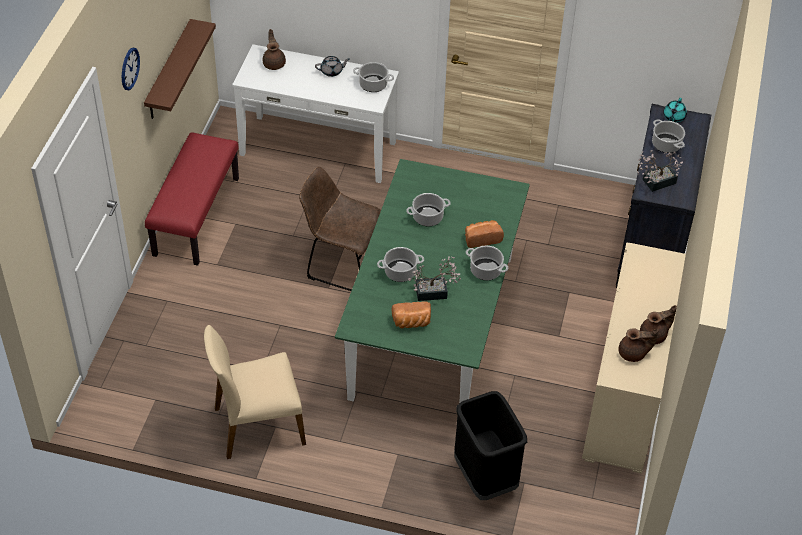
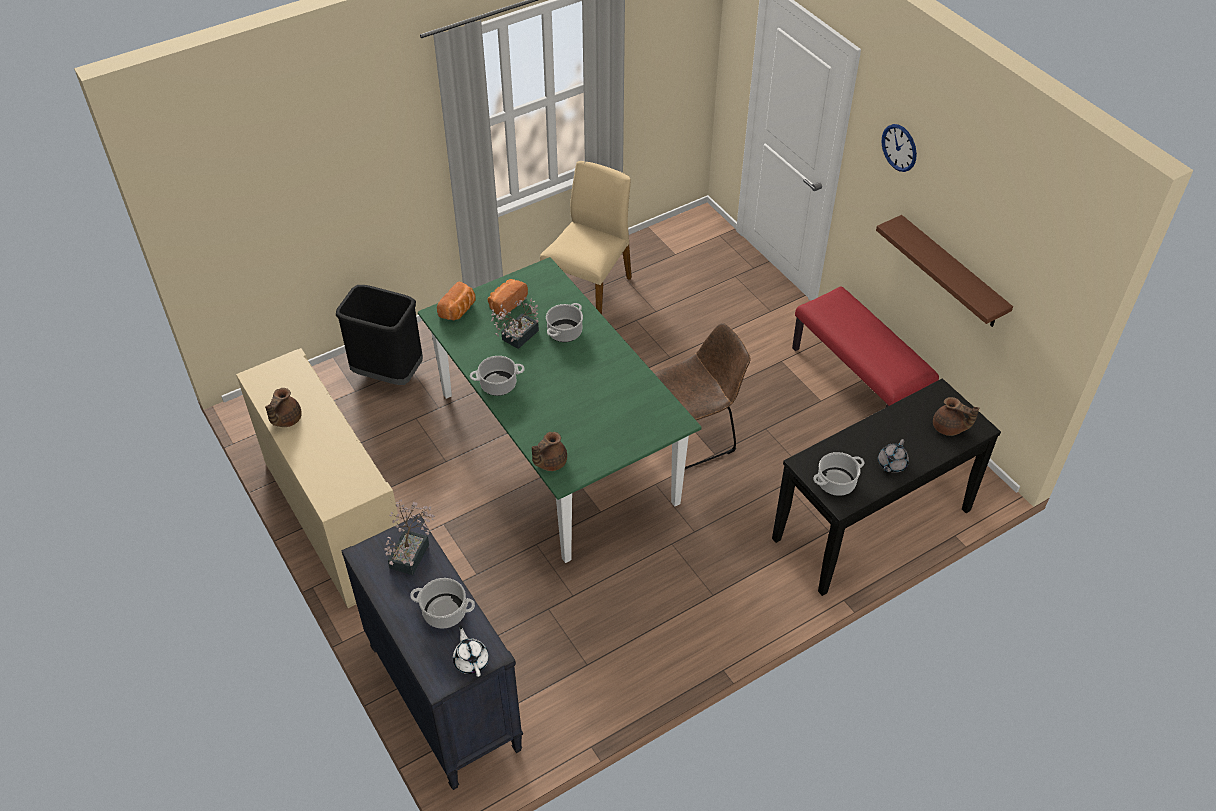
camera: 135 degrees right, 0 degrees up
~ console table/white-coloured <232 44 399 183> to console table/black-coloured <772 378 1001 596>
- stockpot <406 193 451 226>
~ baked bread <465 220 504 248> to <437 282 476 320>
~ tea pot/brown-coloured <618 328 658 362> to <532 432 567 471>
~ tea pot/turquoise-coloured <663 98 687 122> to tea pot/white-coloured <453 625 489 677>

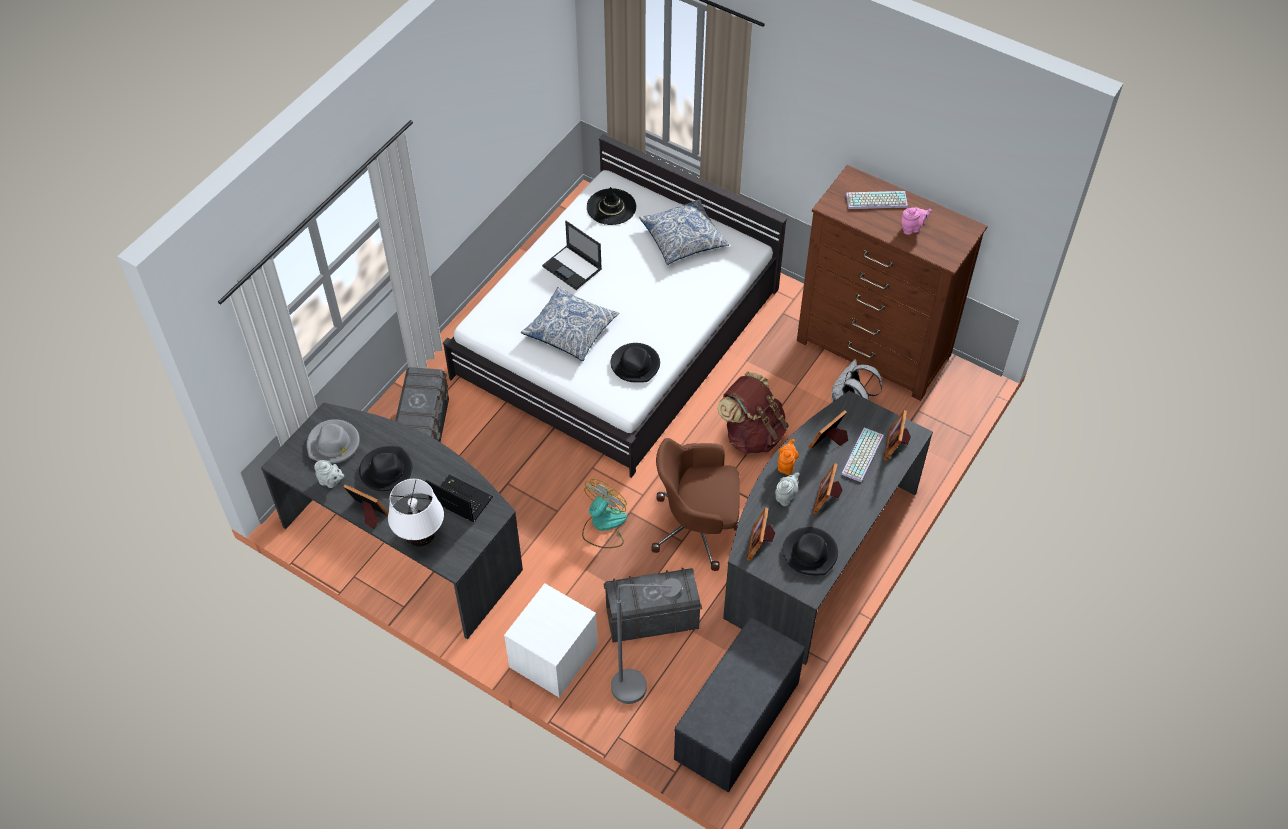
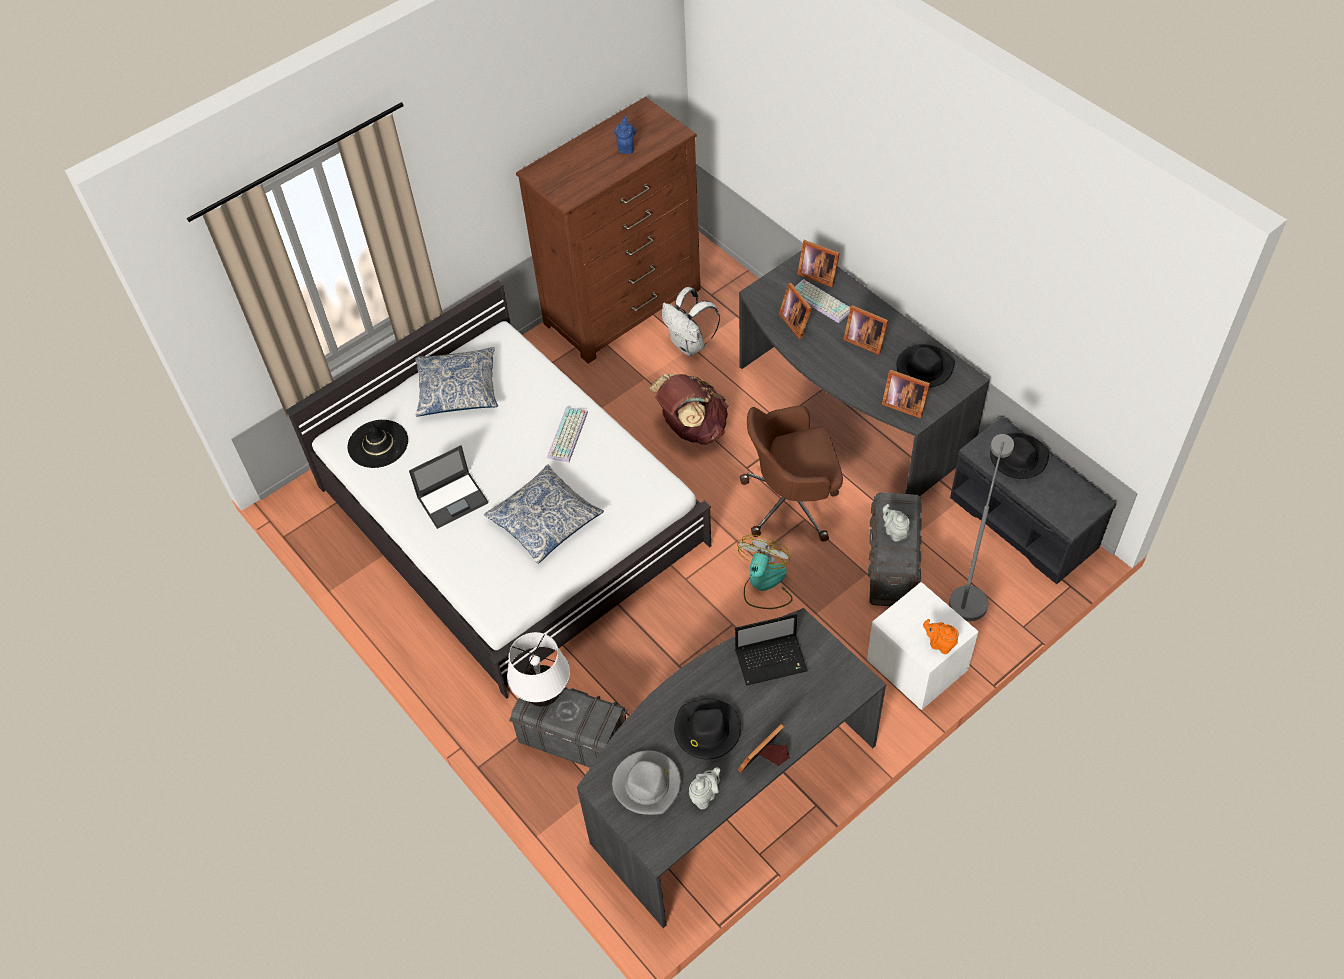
camera: 70 degrees left, 0 degrees up
~ tabletop lamp/white-coloured <388 479 444 547> to <507 632 570 707>
~ portable computer <425 474 493 522> = <735 614 808 686> 150 degrees counterclockwise
~ cooling fan <582 479 627 548> = <737 535 793 609> 60 degrees clockwise
~ clothing hat/black-coloured <610 343 660 383> to <990 433 1049 479>
~ office chair/brown-coloured <652 438 740 571> = <740 406 843 542> 60 degrees clockwise
~ tea pot/grey <775 473 800 506> to <883 504 910 542>
~ tea pot/orange-coloured <778 439 799 475> to <923 619 959 654>
~ keyboard <846 191 908 209> to <547 407 588 462>
~ tea pot/pink-coloured <901 207 932 235> to tea pot/blue-coloured <614 116 636 154>

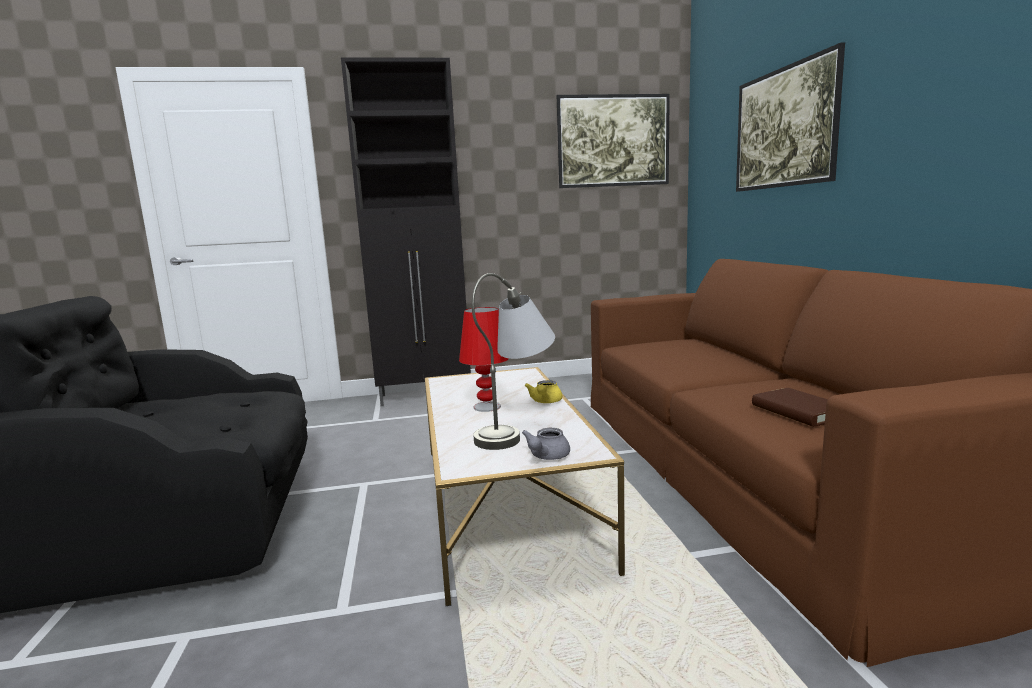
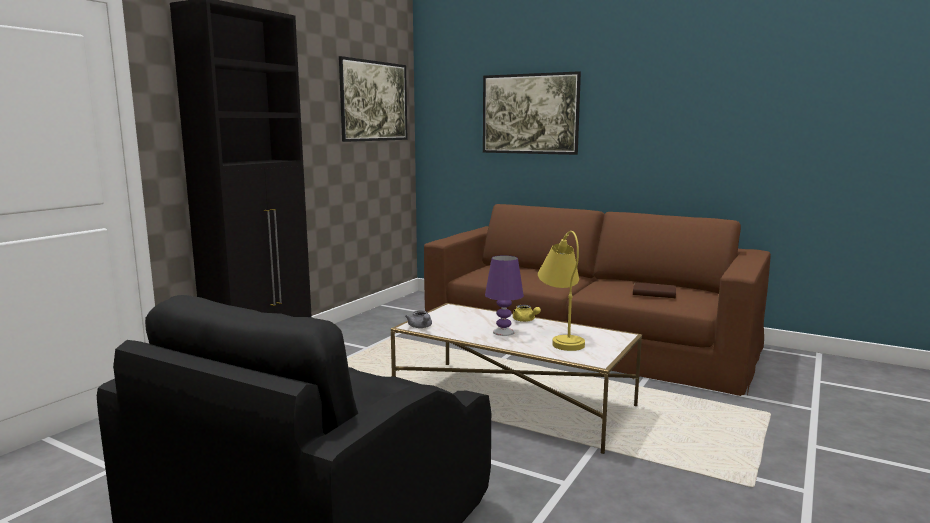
camera: 50 degrees left, 0 degrees up
~ tabletop lamp/red <459 307 509 412> to tabletop lamp/purple <485 255 524 336>
~ tabletop lamp/grey <472 273 555 450> to tabletop lamp/yellow <538 231 585 351>
~ tea pot/grey <522 428 570 460> to <405 311 432 328>

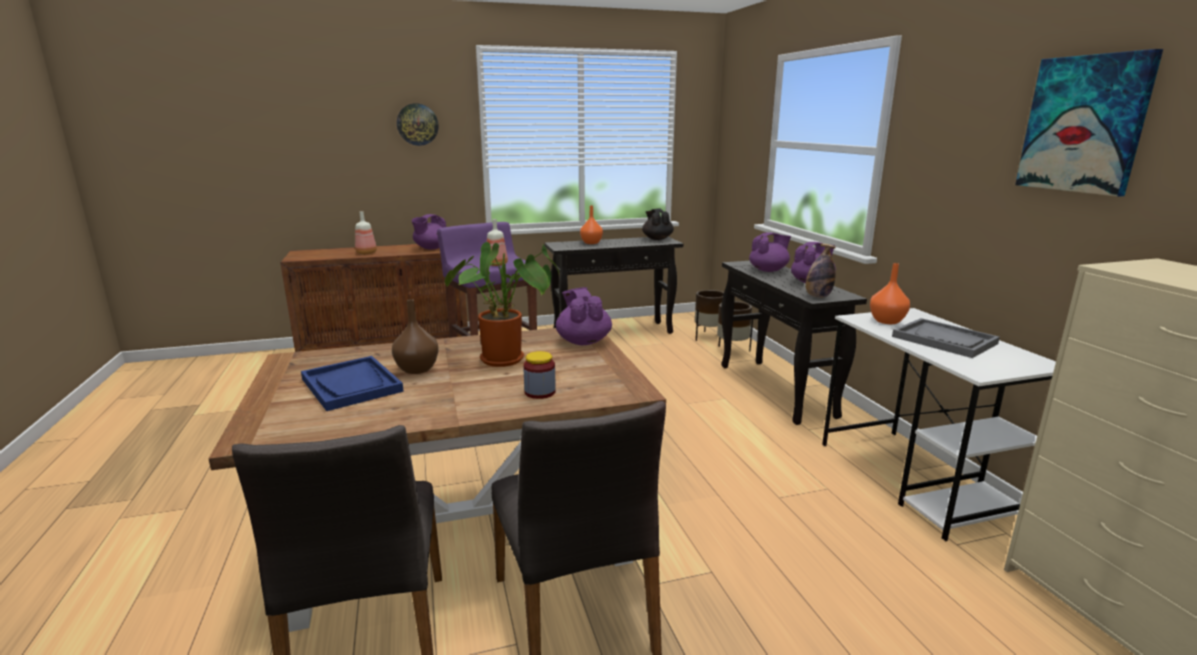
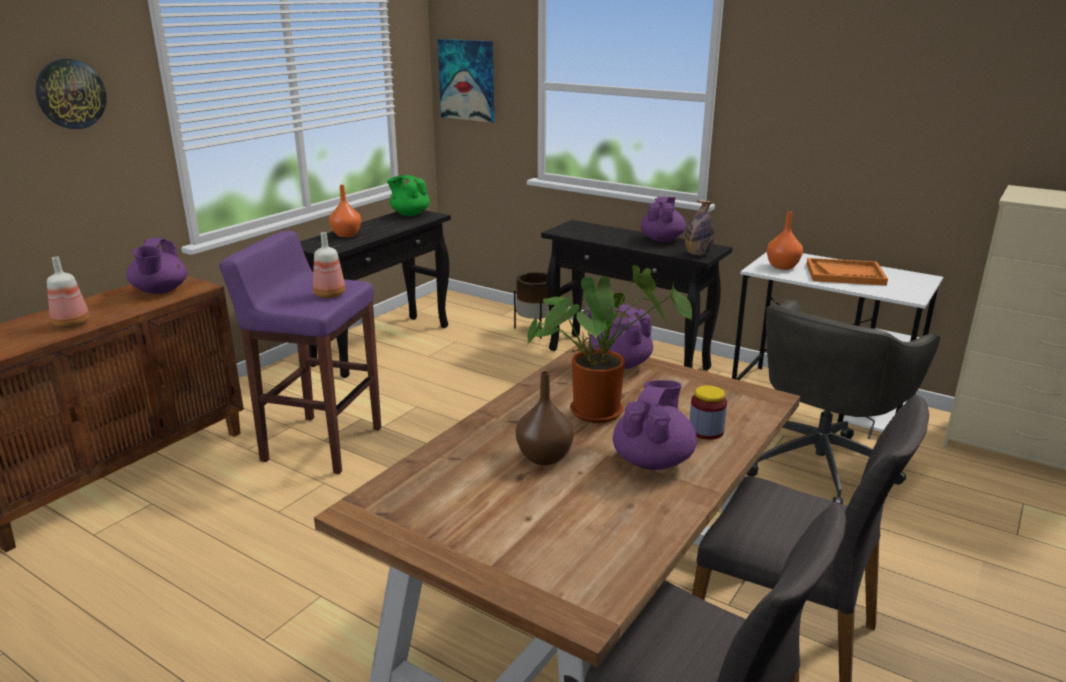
camera: 40 degrees left, 5 degrees up
- serving tray/blue-coloured <301 356 404 411>
~ tea pot/black-coloured <642 209 674 240> to tea pot/green <387 175 430 216>
- flower pot/brown-coloured <695 290 724 341>
~ tea pot/purple <749 232 791 272> to <613 380 697 470>
~ serving tray/grey <892 318 1000 358> to serving tray/orange-coloured <807 258 888 286>
~ wall picture <1015 49 1163 197> to <438 39 494 123>
+ office chair/grey <747 300 940 505>

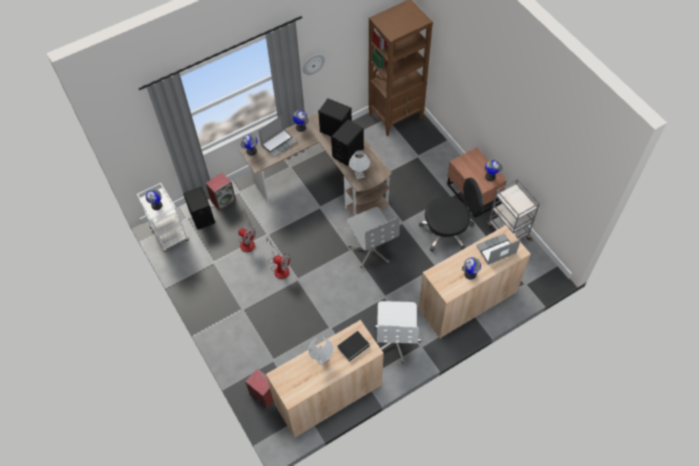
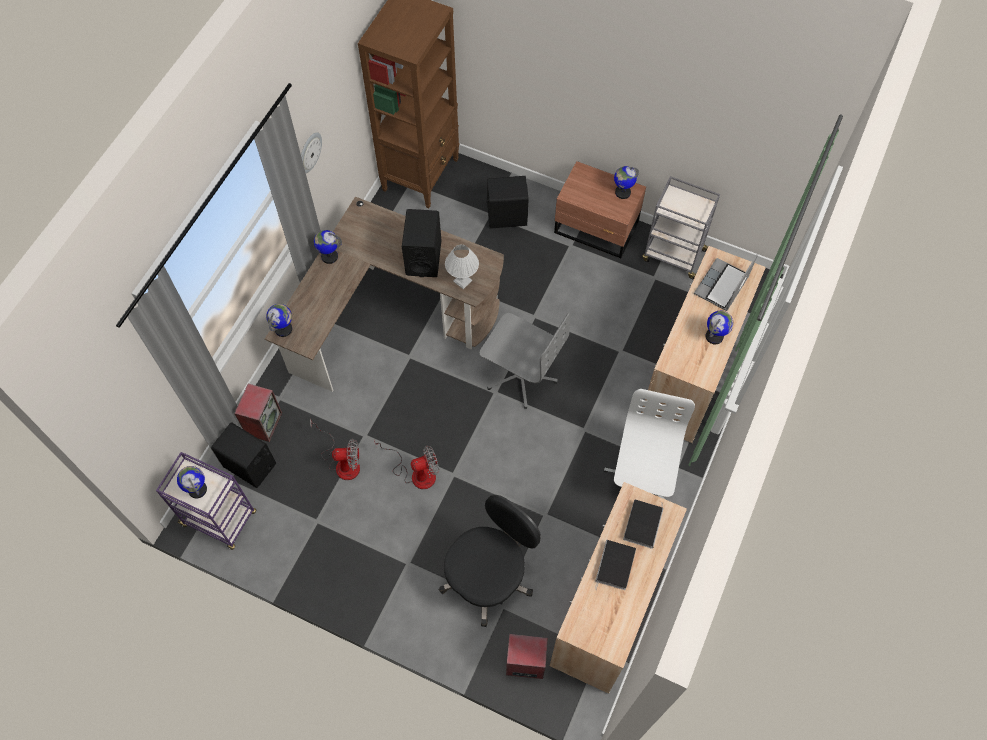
camera: 35 degrees left, 5 degrees up
~ wheeled cart/white-coloured <137 183 189 252> to wheeled cart/purple <156 452 256 550>
- portable computer <258 115 297 158>
~ tabletop lamp/white-coloured <308 337 333 365> to book <595 540 636 591>
~ loudspeaker/black-coloured <318 99 352 136> to <486 176 529 229>
~ office chair/white-coloured <375 301 421 363> = <603 389 695 500> 135 degrees counterclockwise
~ office chair/black-coloured <419 178 484 252> to <439 495 541 627>

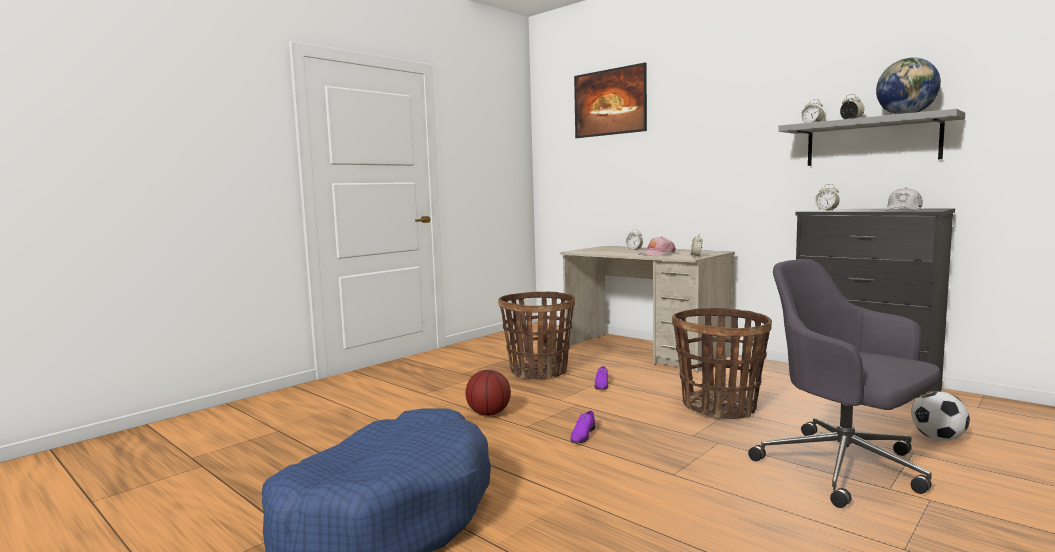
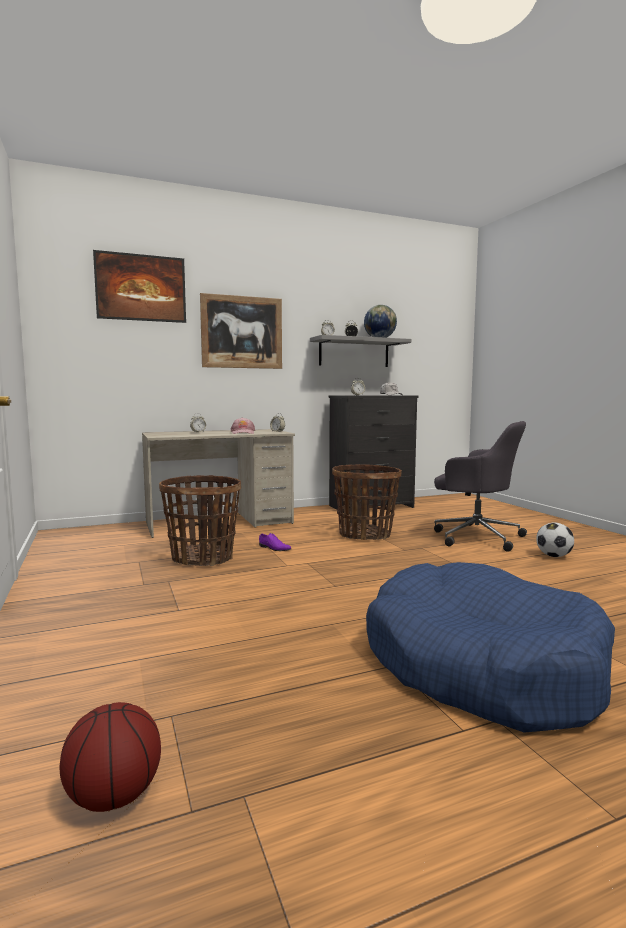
camera: 65 degrees left, 0 degrees up
~ basketball ball <466 370 511 416> to <60 702 161 812>
- low shoe/purple <571 411 595 443>
~ office chair/grey <748 259 941 508> = <434 421 527 552> 135 degrees counterclockwise
~ football ball <911 391 970 441> to <536 522 574 557>
+ wall picture <200 293 282 369>

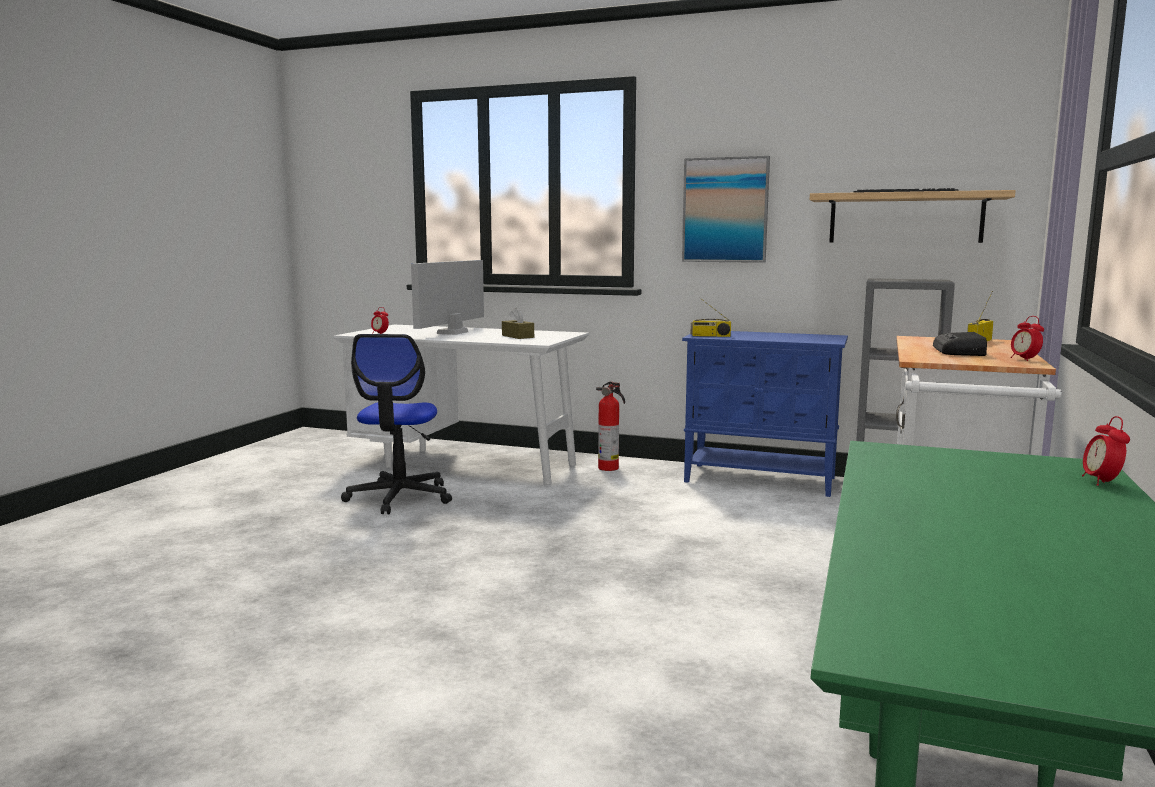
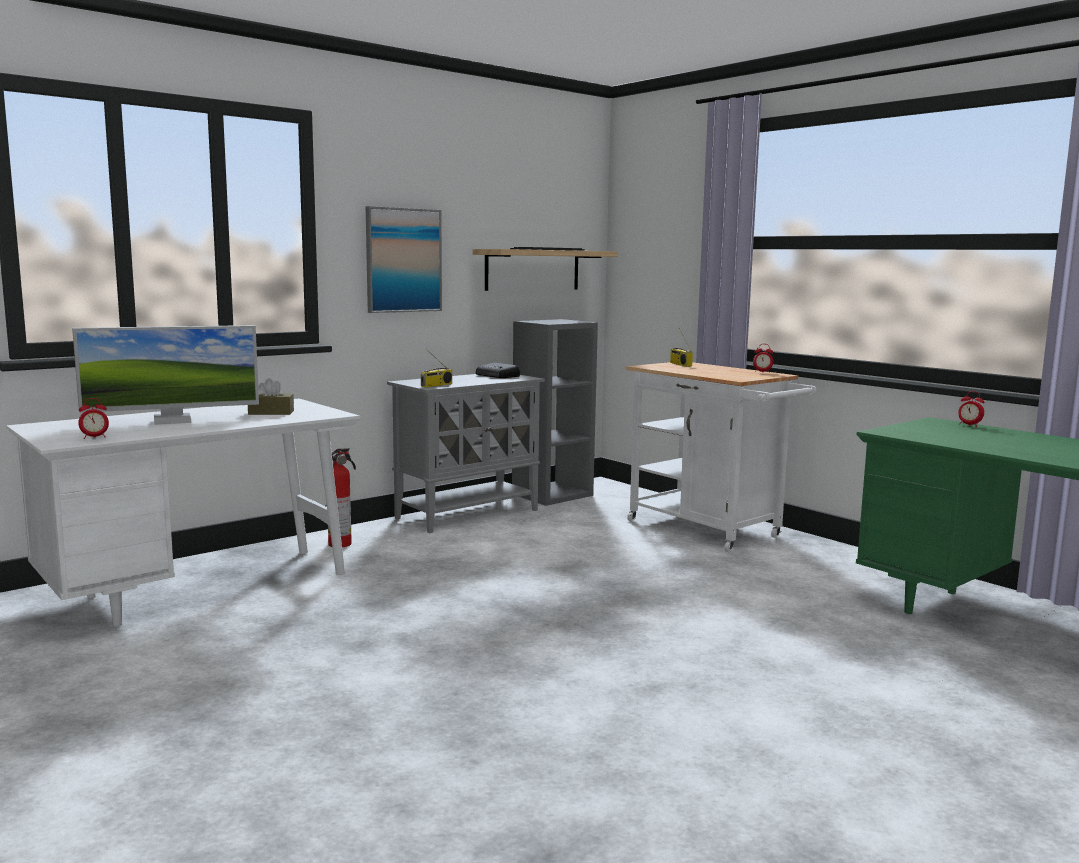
camera: 60 degrees left, 0 degrees up
- office chair <341 334 452 514>
~ computer screen <411 260 484 335> = <72 325 259 425> 75 degrees counterclockwise
~ storage cabinet/blue-coloured <682 331 848 497> to storage cabinet/grey <387 374 545 533>
~ radio set <933 332 987 356> to <476 363 520 378>

